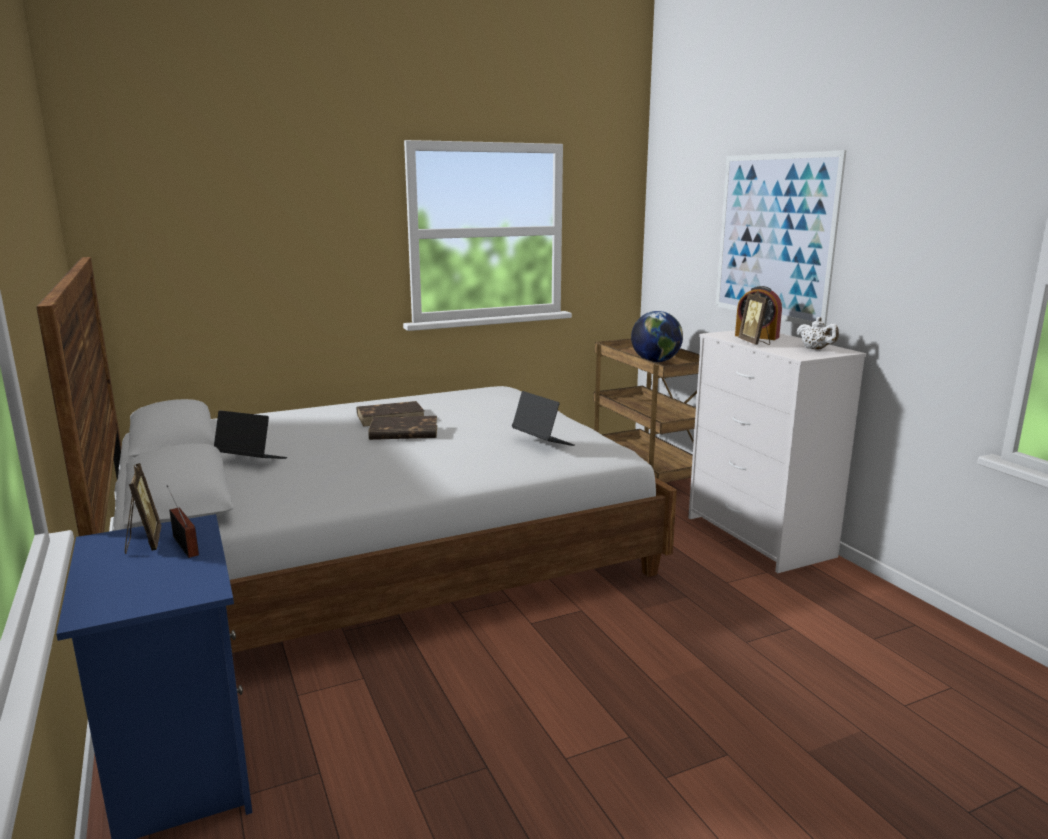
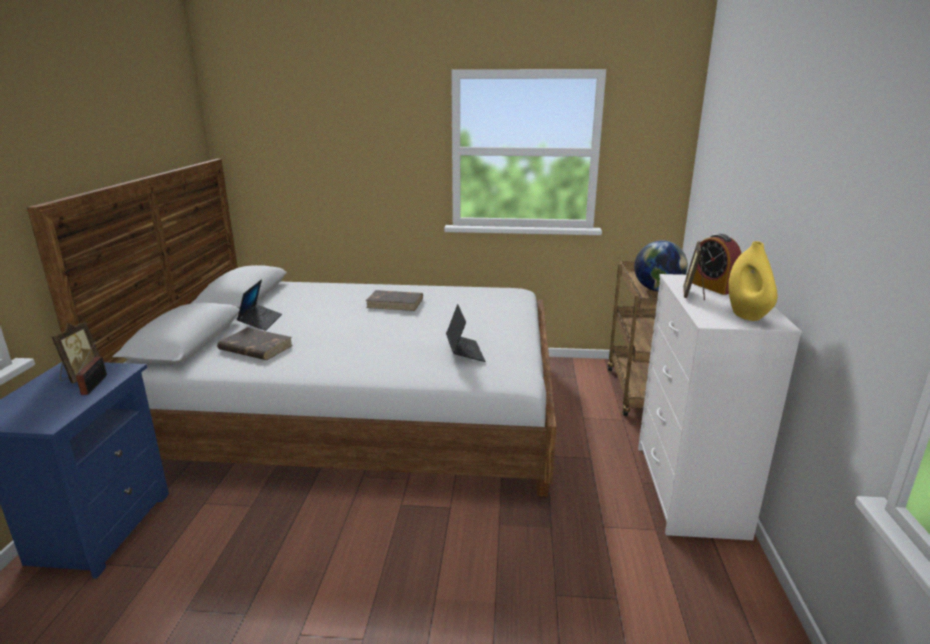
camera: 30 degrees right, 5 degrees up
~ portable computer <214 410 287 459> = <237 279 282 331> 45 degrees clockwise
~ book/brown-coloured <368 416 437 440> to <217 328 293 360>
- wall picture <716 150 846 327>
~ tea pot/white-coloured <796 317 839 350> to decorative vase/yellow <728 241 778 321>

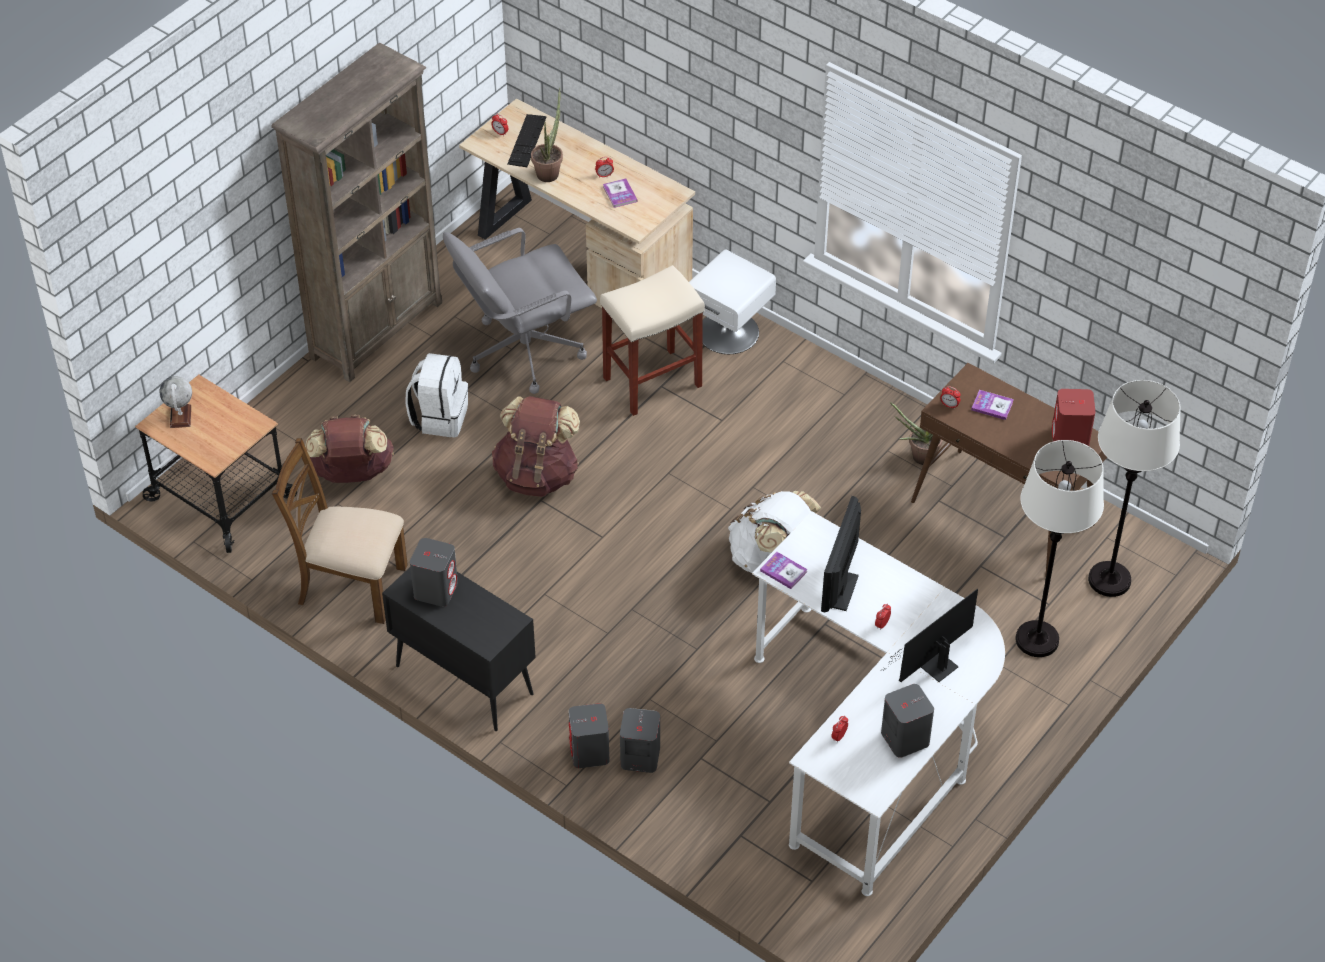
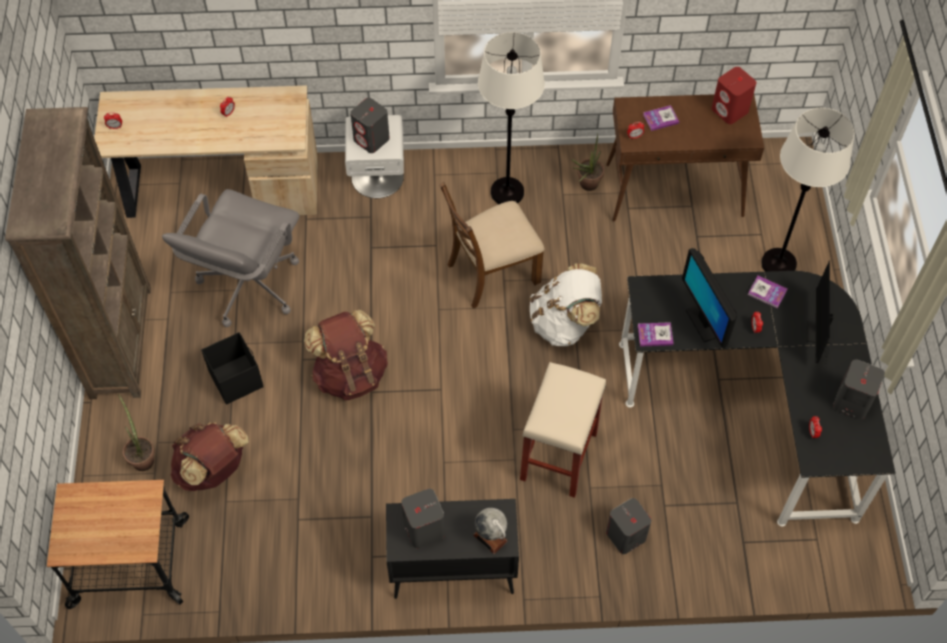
camera: 40 degrees left, 10 degrees up
~ globe <159 376 192 428> to <473 508 508 554>
~ plain chair/brown-coloured <272 438 408 624> to <439 182 544 309>
~ rucksack/white-coloured <405 353 468 438> to storage box/black-coloured <201 332 264 405>
- keyboard <507 114 546 167>
~ plant in a pot <531 88 563 182> to <118 394 155 471>
~ loudspeaker/grey <569 703 610 768> to <350 98 390 153>
~ sitting stool/beige-coloured <600 265 705 416> to <520 362 606 498>
~ book <603 178 637 208> to <748 276 787 308>
~ desk unit/white-coloured <752 511 1005 896> to desk unit/black-coloured <619 271 896 527>
~ standing lamp/white-coloured <1088 380 1181 597> to <478 32 545 204>

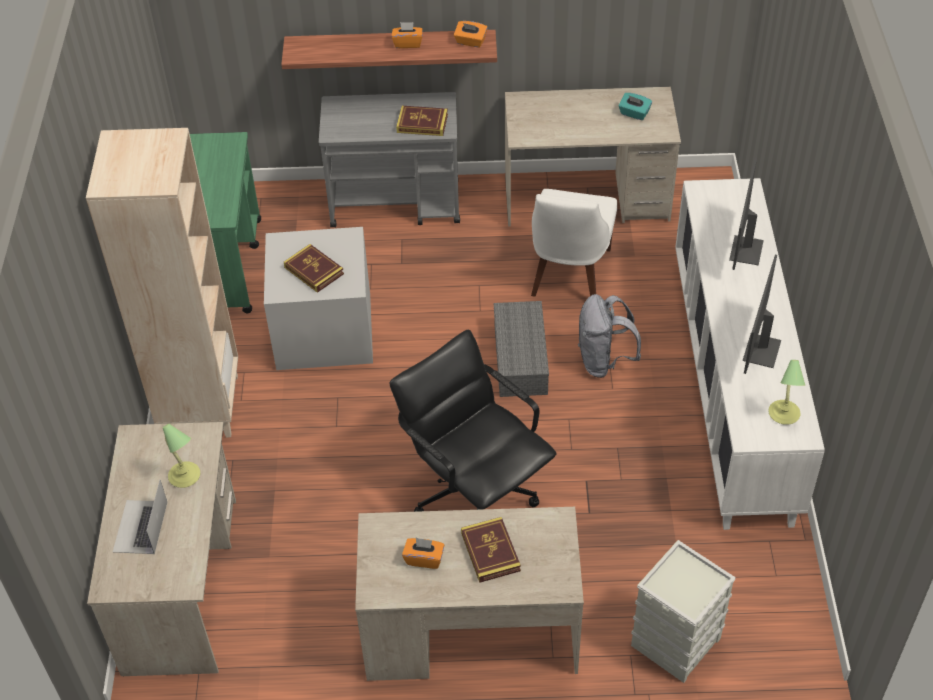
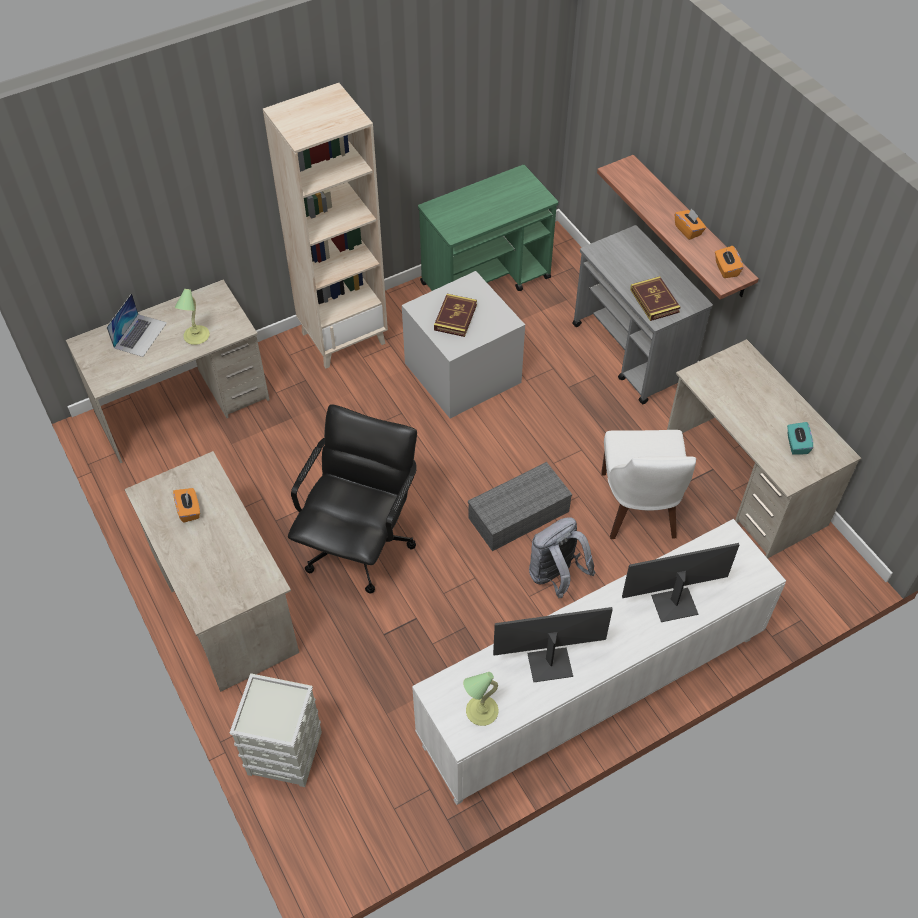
camera: 60 degrees right, 5 degrees up
~ portable computer <113 480 167 554> = <107 293 167 357> 135 degrees clockwise
- book <461 517 521 583>
~ plain chair/white-coloured <531 189 617 297> = <601 430 696 539> 75 degrees counterclockwise

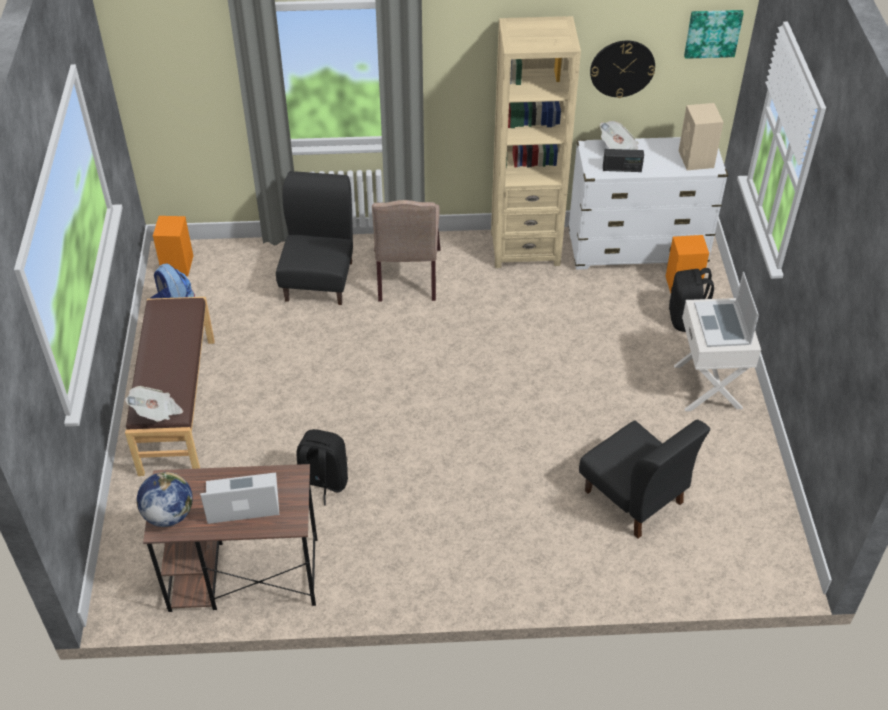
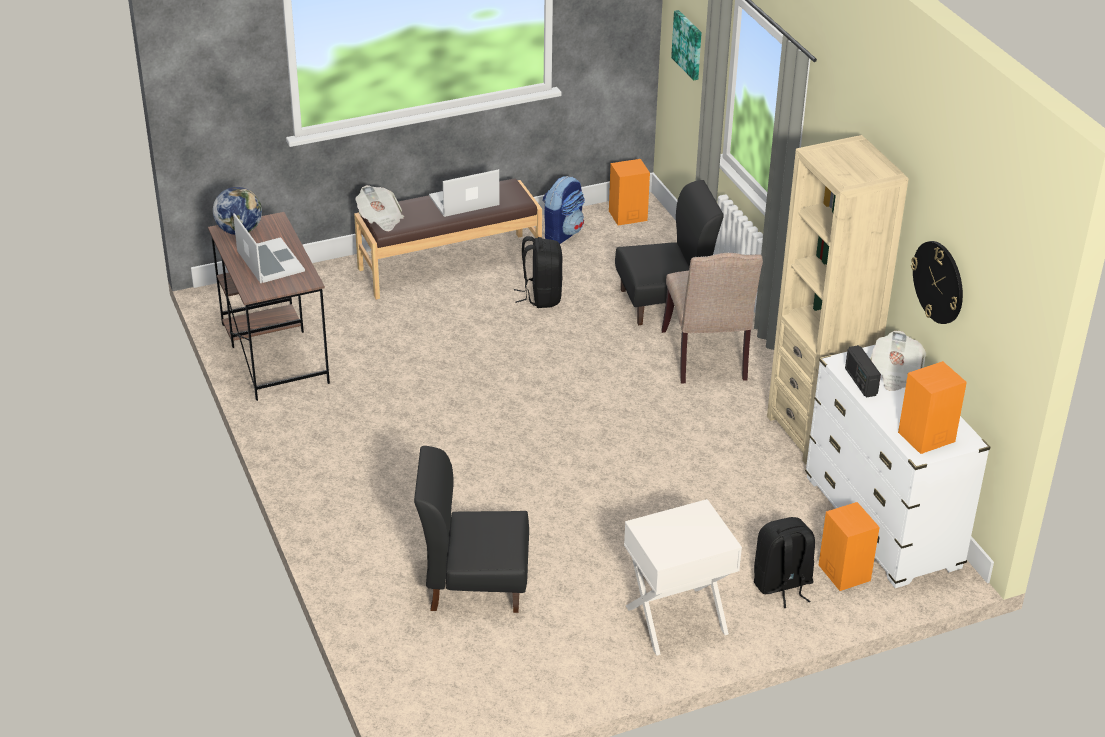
camera: 70 degrees right, 10 degrees down
~ rucksack/black-coloured <297 429 348 505> to <514 236 562 308>
~ plain chair/beige-coloured <372 200 441 301> = <661 253 763 384> 75 degrees counterclockwise
~ plain chair/black-coloured <579 420 710 538> = <414 446 529 613> 60 degrees clockwise
~ loudspeaker/beige-coloured <679 103 724 170> to loudspeaker/orange-coloured <898 361 967 454>
~ wall picture <684 10 744 59> to <671 10 702 80>
~ portable computer <694 272 759 347> to <429 169 500 217>

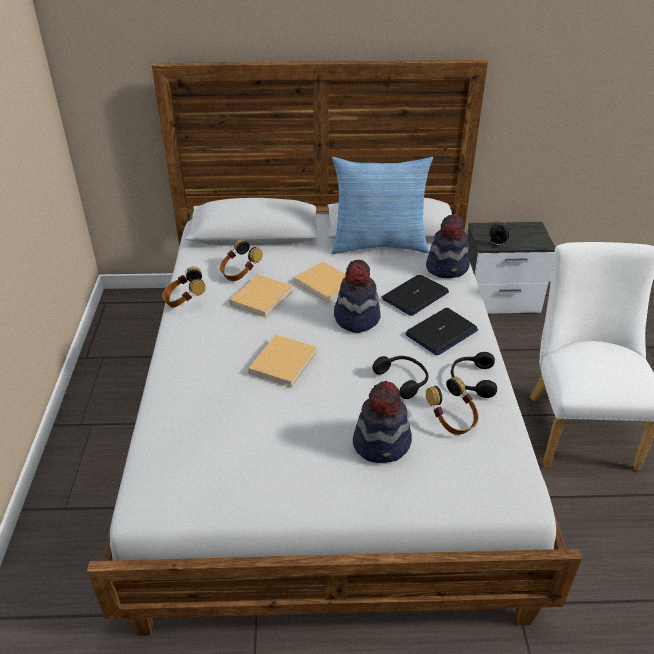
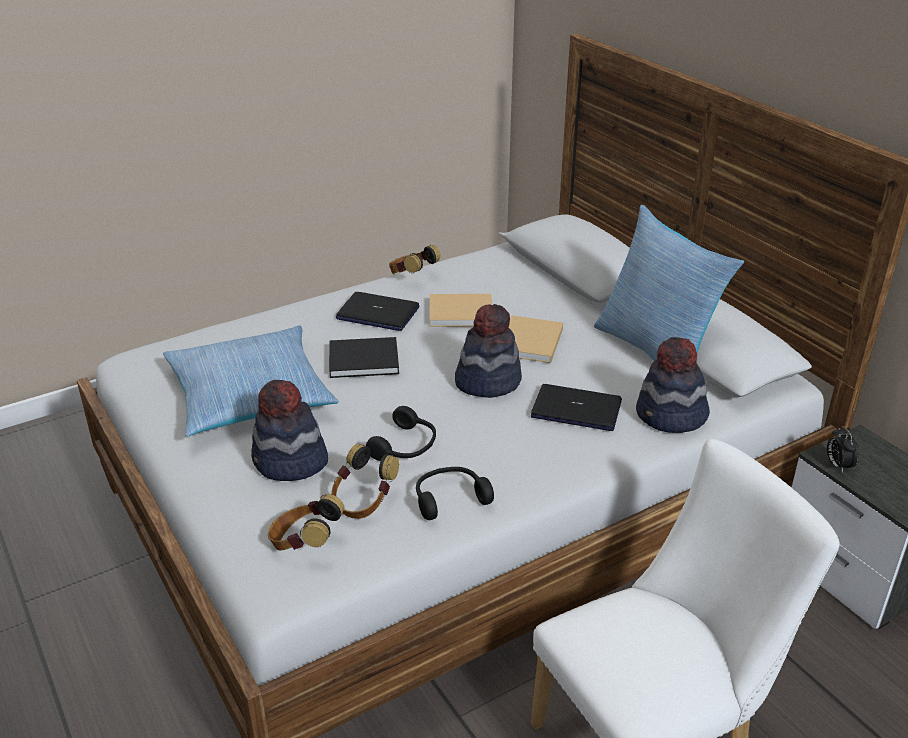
camera: 60 degrees right, 5 degrees down
~ headset <220 239 263 281> to <268 494 345 550>
~ book/beige-coloured <248 335 317 387> to book/black-coloured <329 337 399 378>
~ portable computer <405 308 478 355> to <336 292 419 331>
+ cushion <163 325 339 437>

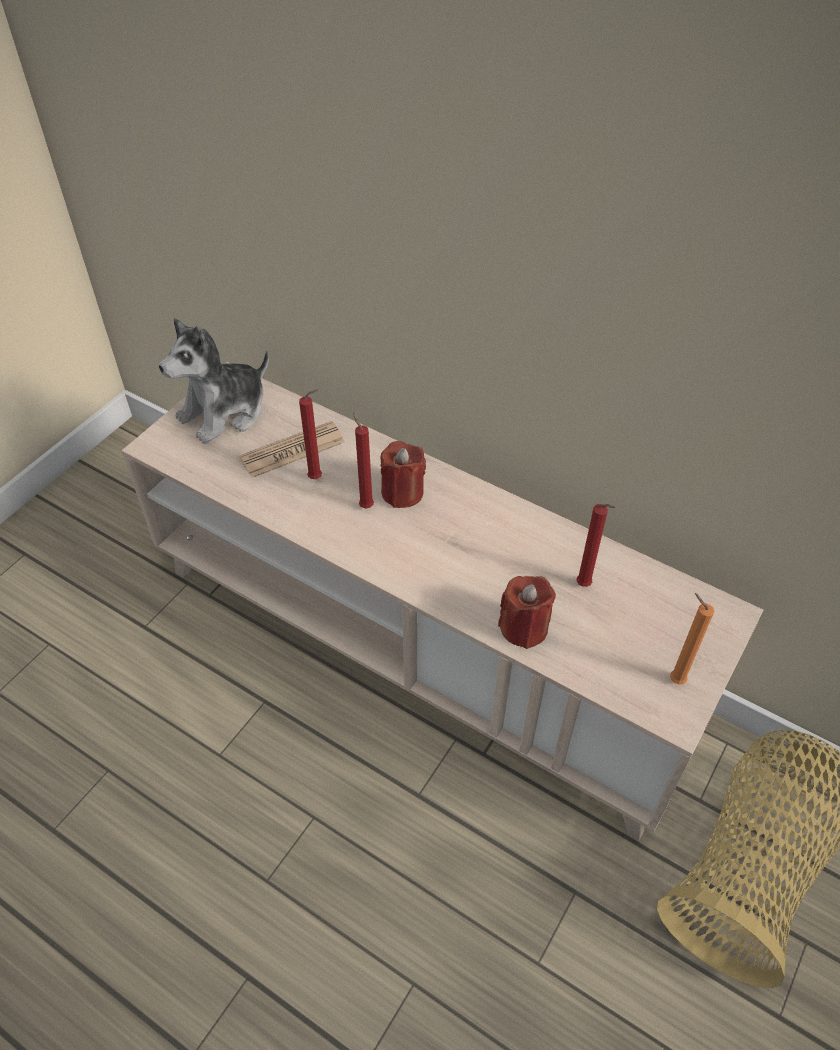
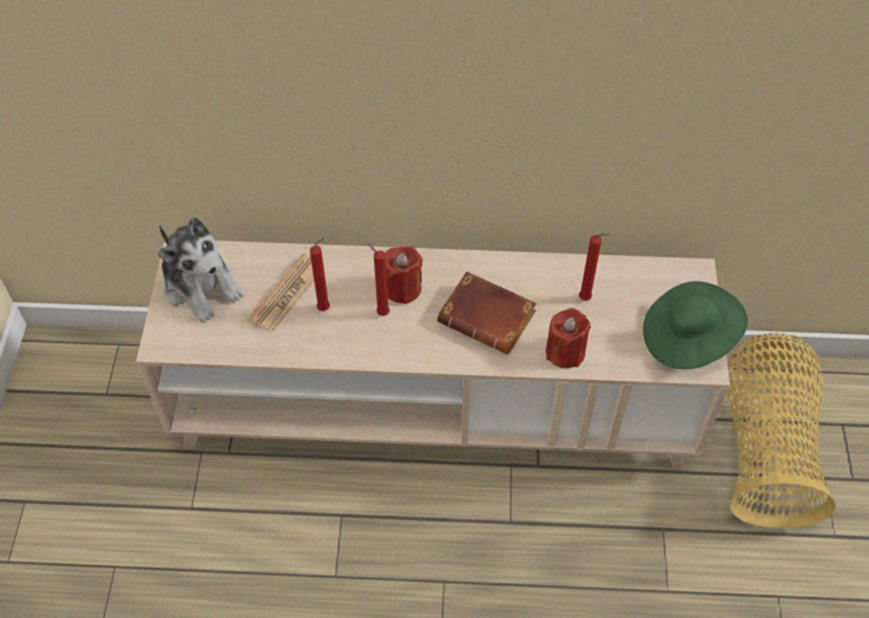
camera: 30 degrees left, 5 degrees up
~ plush toy <159 318 269 444> = <158 217 244 323> 60 degrees counterclockwise
~ candle/orange-coloured <670 593 714 684> to clothing hat/green <643 281 748 369>
+ book/brown-coloured <437 271 537 355>

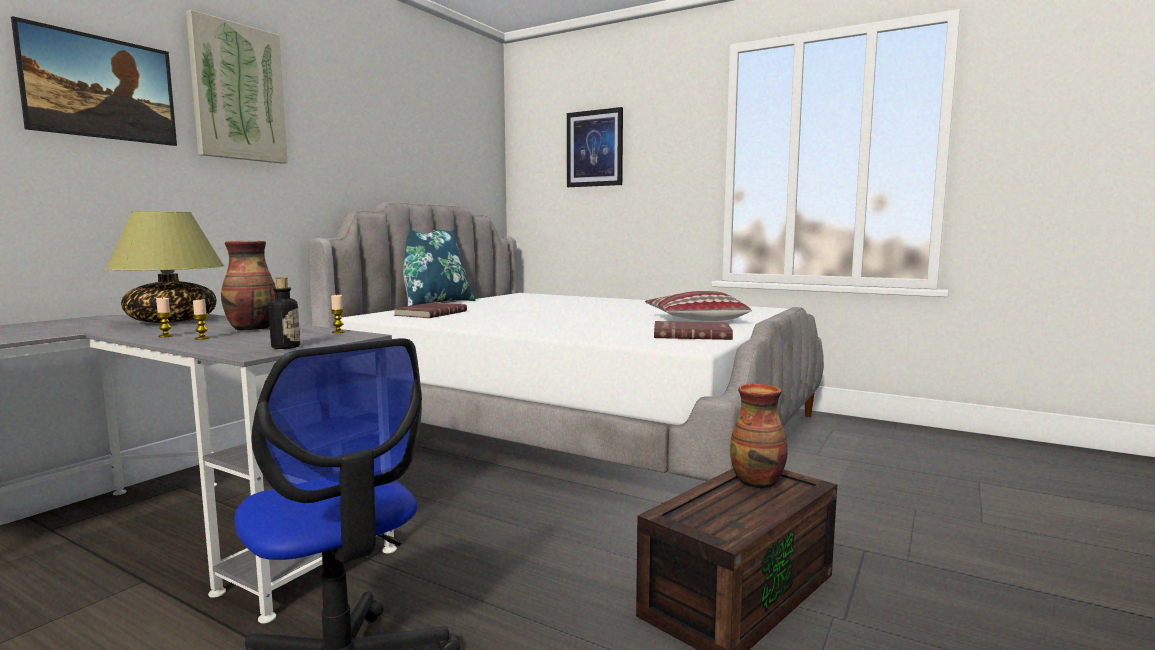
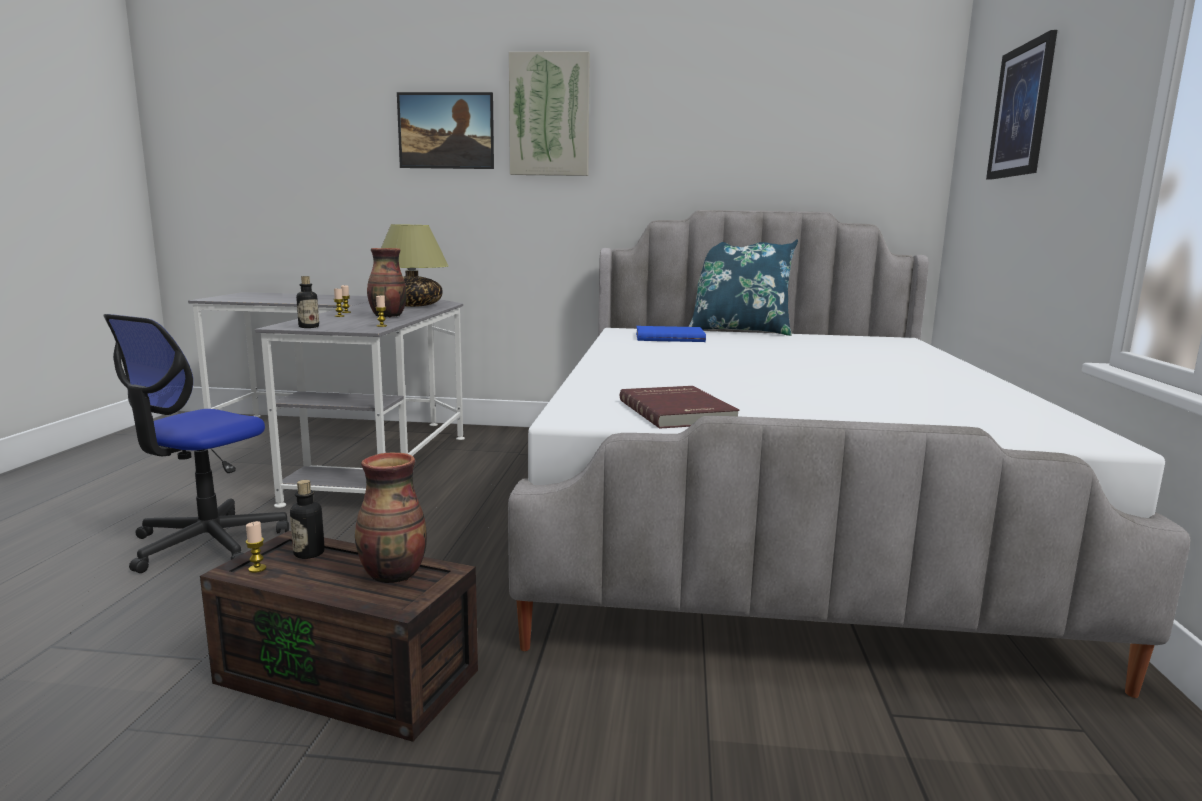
camera: 65 degrees right, 5 degrees up
~ book/red <394 302 467 318> to book/blue-coloured <636 326 706 342>
- cushion <645 291 752 321>
+ candle <245 521 266 573>
+ bottle <290 480 325 559>

